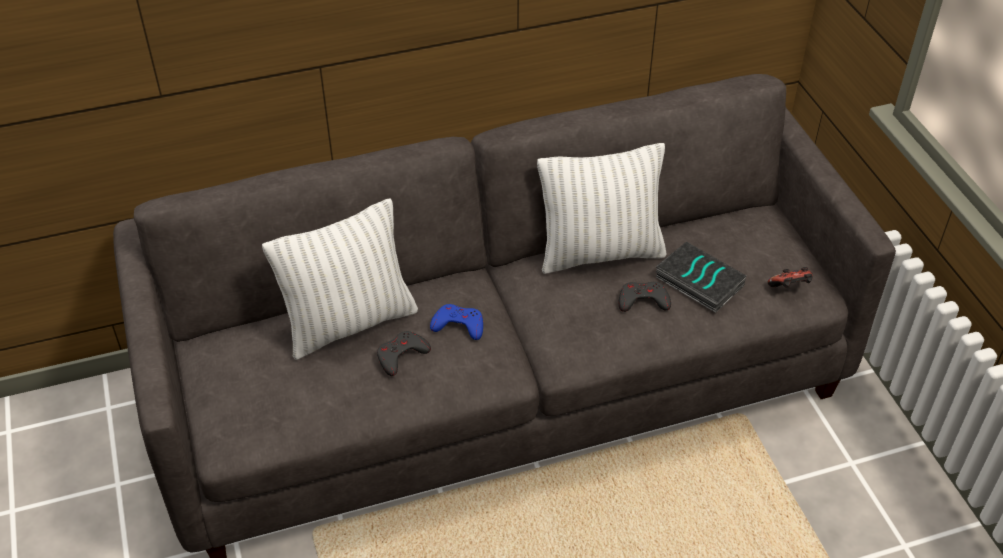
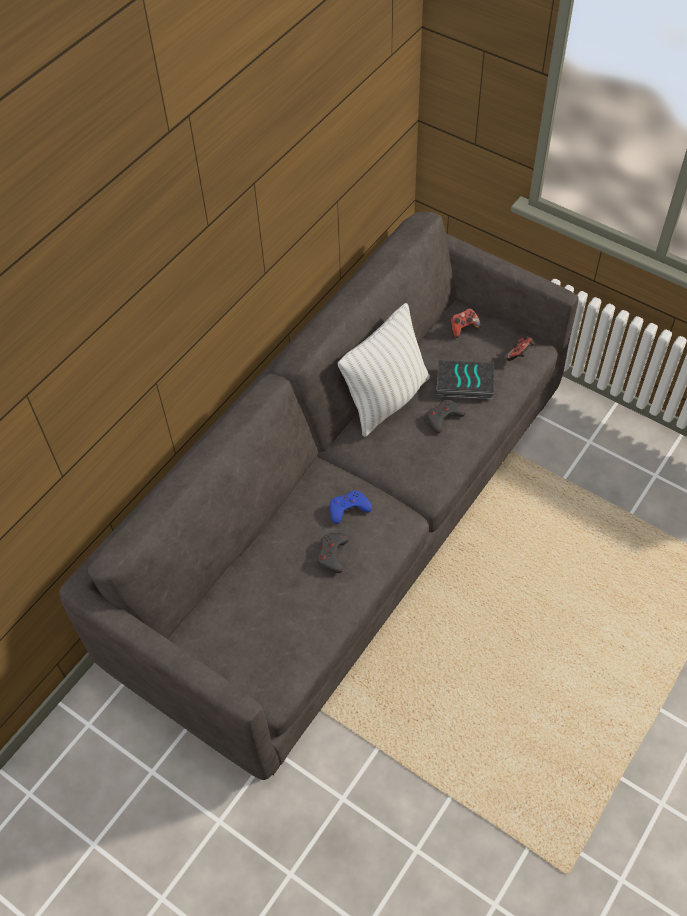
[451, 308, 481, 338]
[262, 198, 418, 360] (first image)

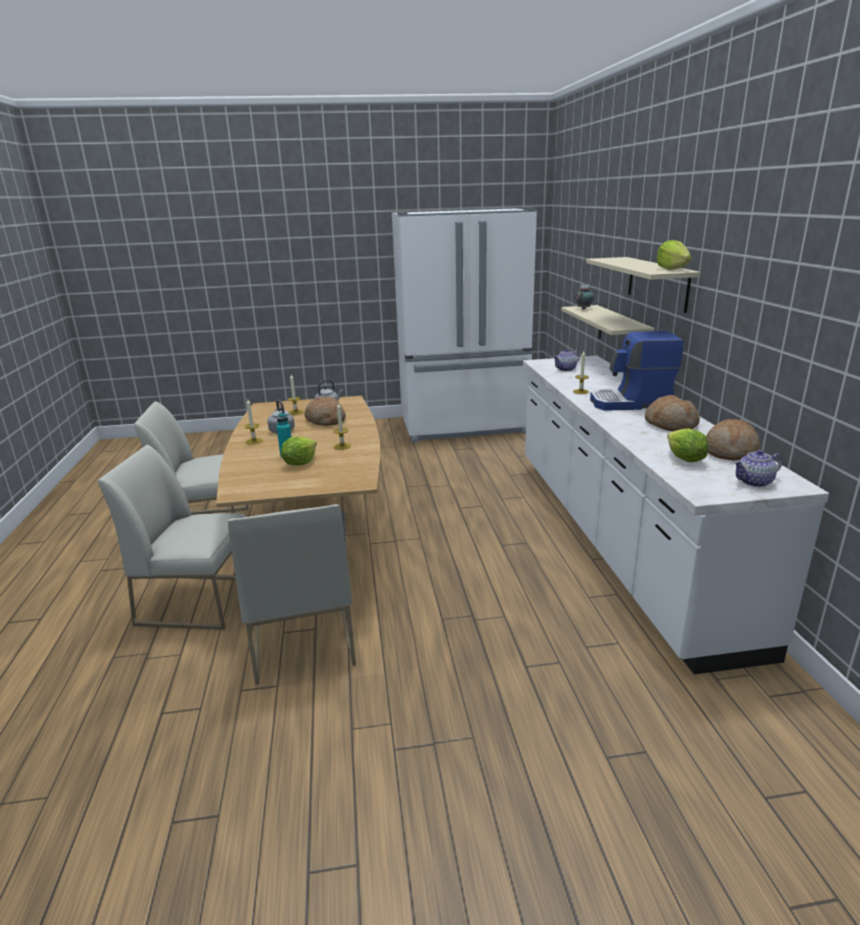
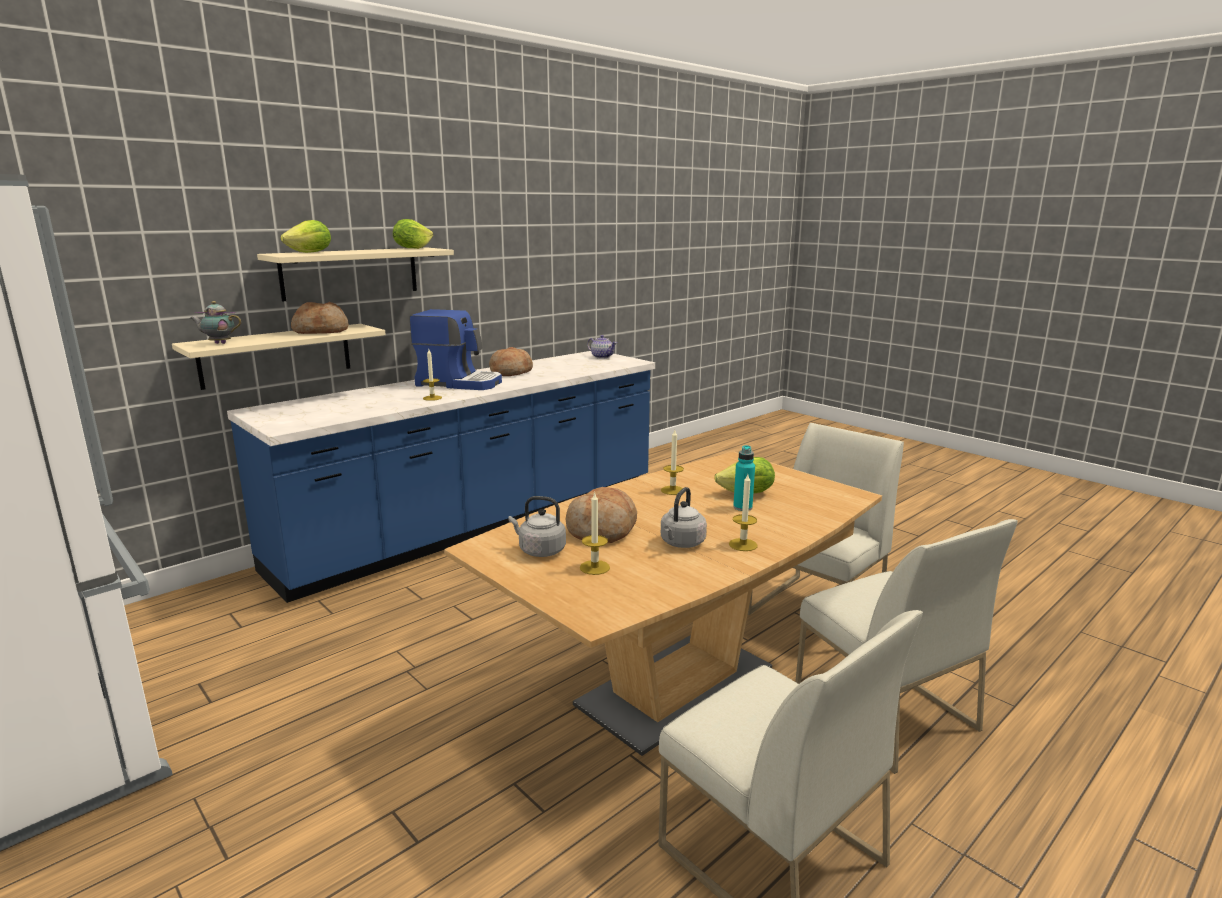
[227, 351, 655, 603]
[281, 220, 331, 253]
[291, 302, 348, 334]
[410, 309, 502, 390]
[553, 349, 580, 371] (first image)

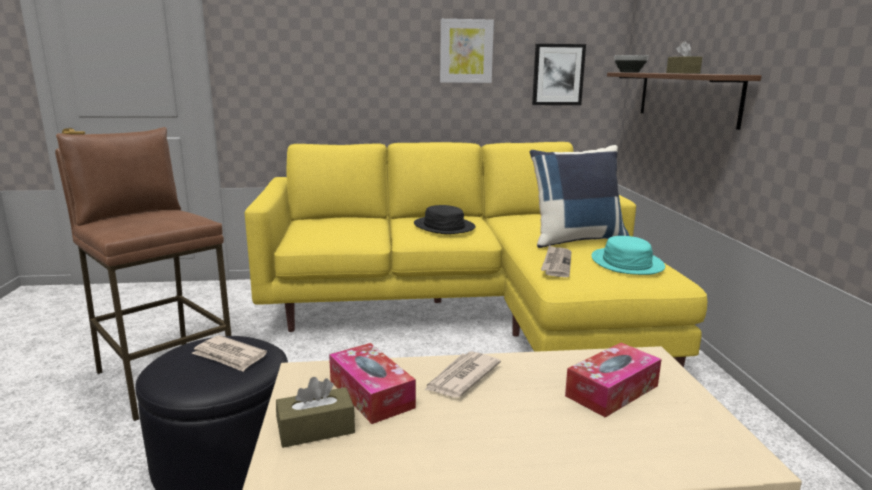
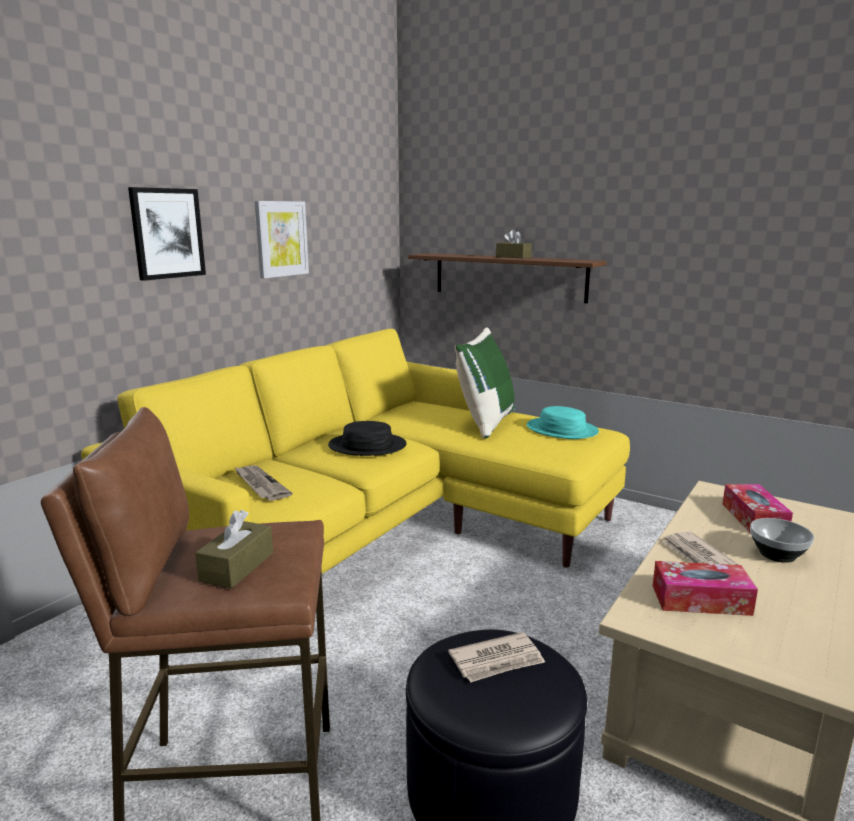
[128, 187, 206, 281]
[195, 510, 273, 589]
[234, 465, 292, 501]
[455, 327, 516, 439]
[750, 518, 814, 563]

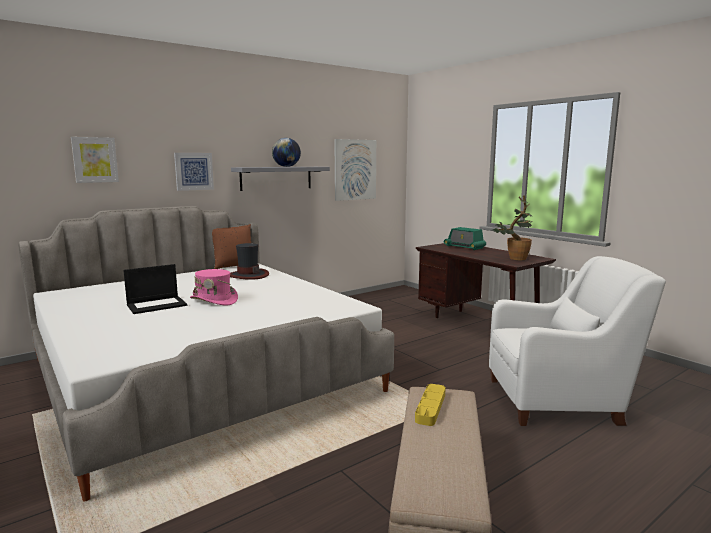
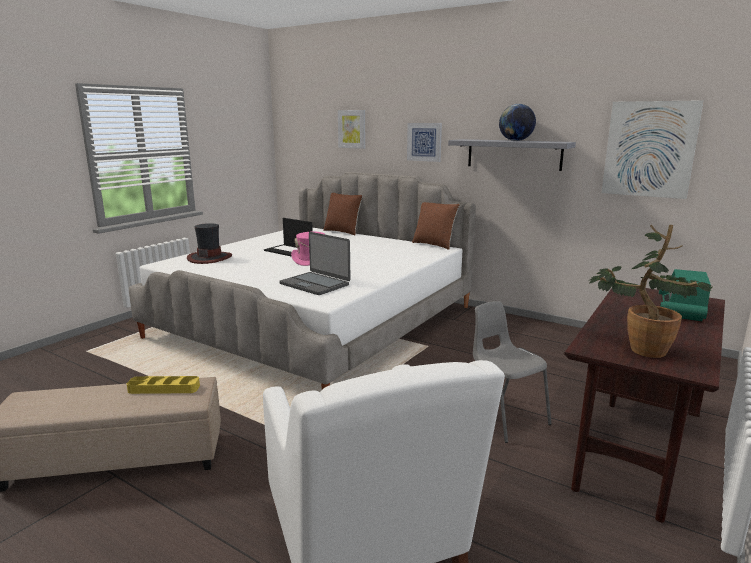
[187, 223, 232, 264]
[280, 232, 351, 295]
[323, 193, 362, 236]
[473, 301, 551, 443]

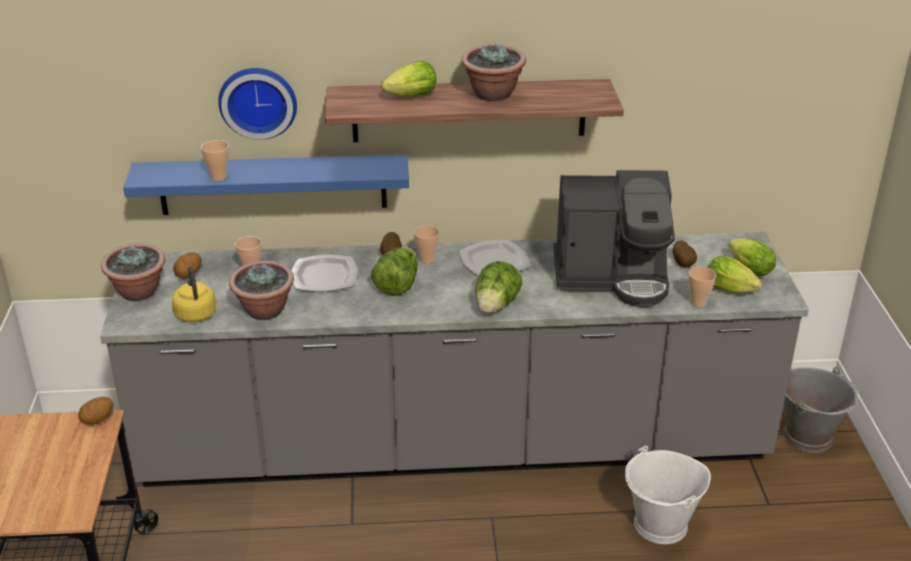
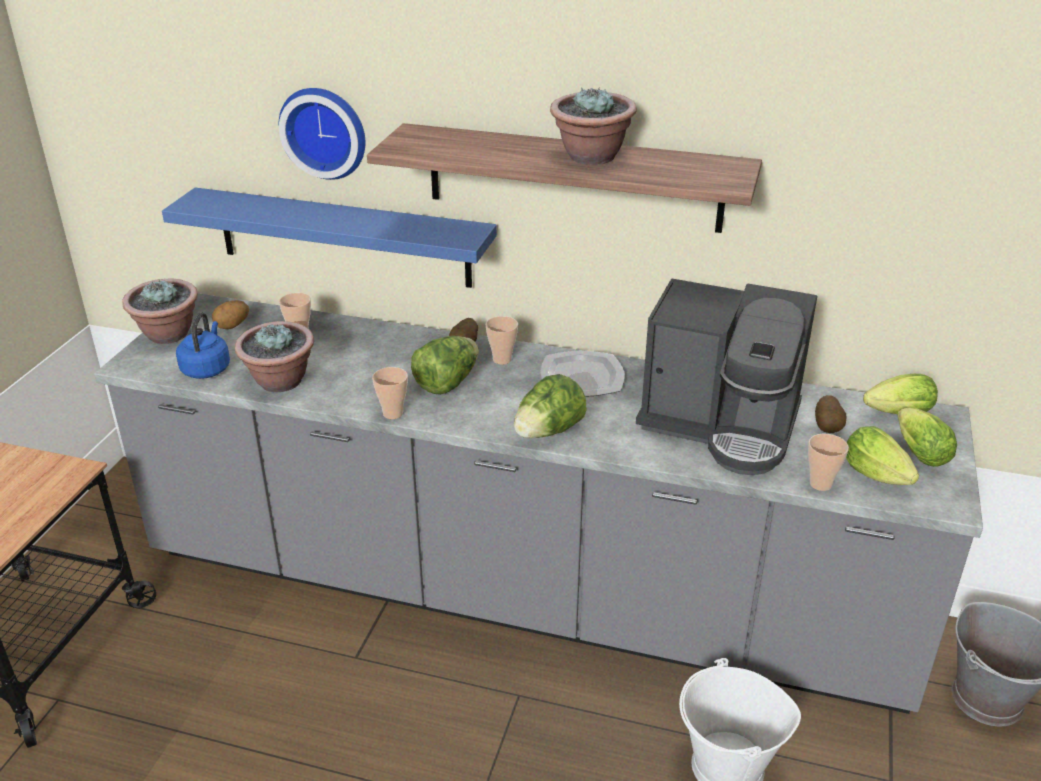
[176, 312, 230, 379]
[372, 367, 408, 419]
[863, 374, 938, 414]
[78, 396, 114, 425] (first image)
[291, 255, 358, 292] (first image)

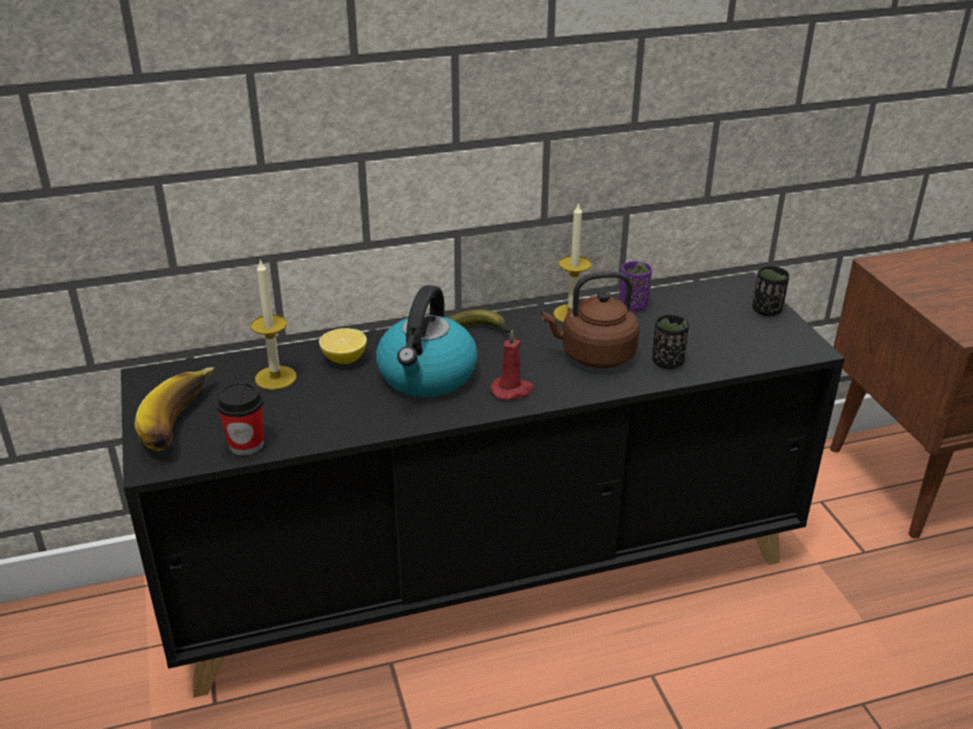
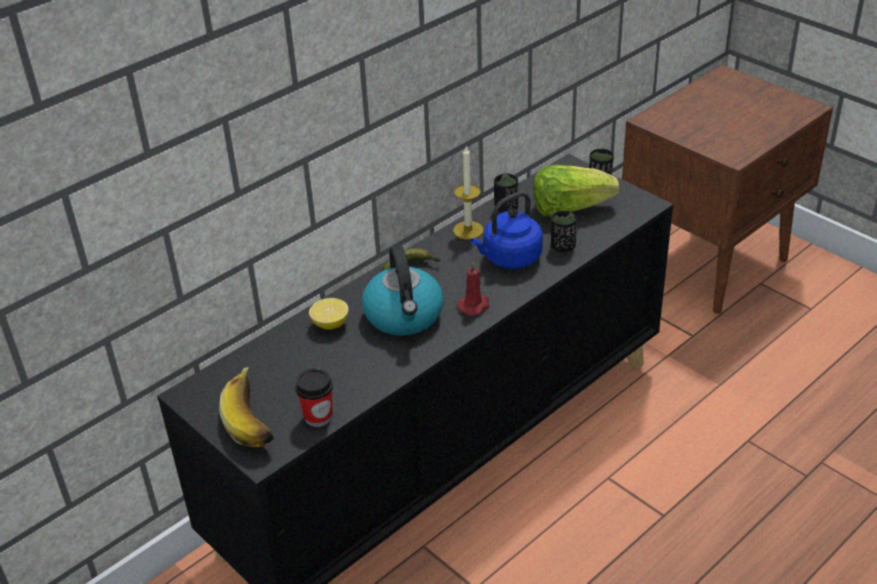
[470, 192, 543, 269]
[494, 173, 518, 213]
[533, 165, 619, 217]
[251, 259, 297, 390] (first image)

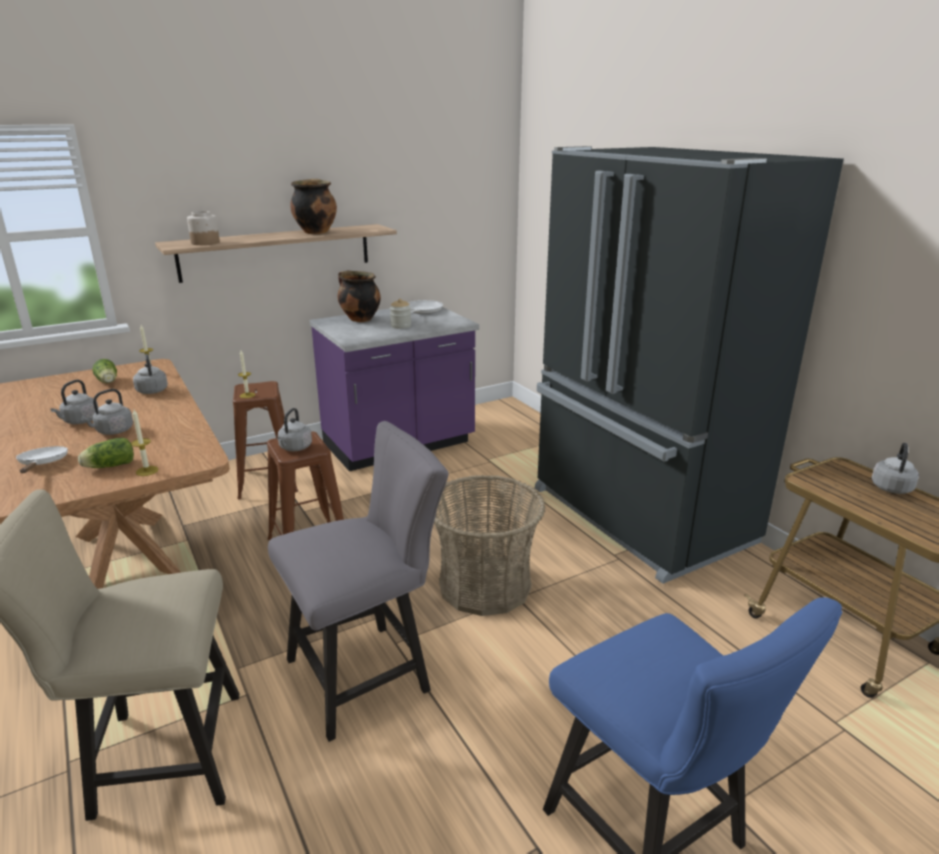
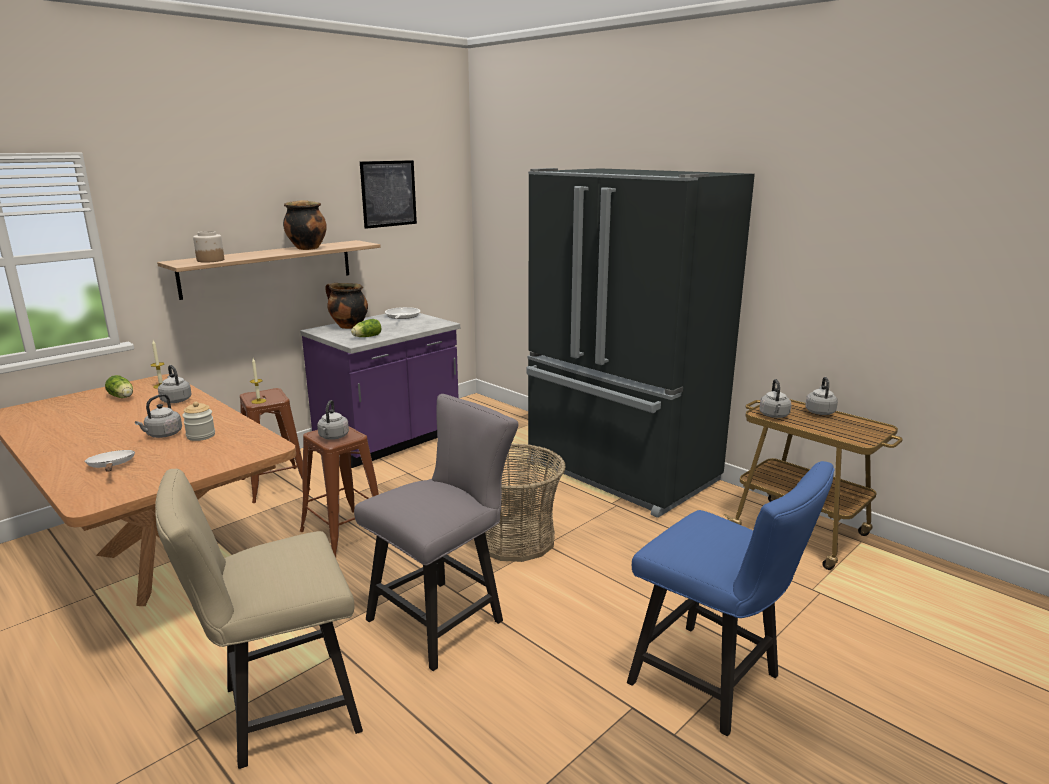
[182, 402, 215, 441]
[351, 319, 381, 337]
[360, 160, 417, 229]
[760, 379, 791, 418]
[131, 410, 158, 476] (first image)

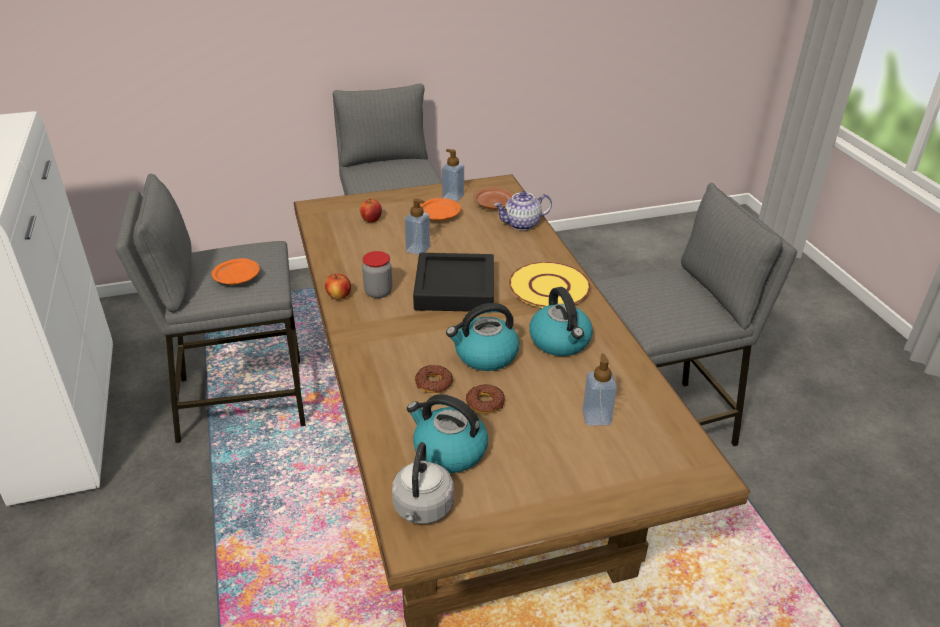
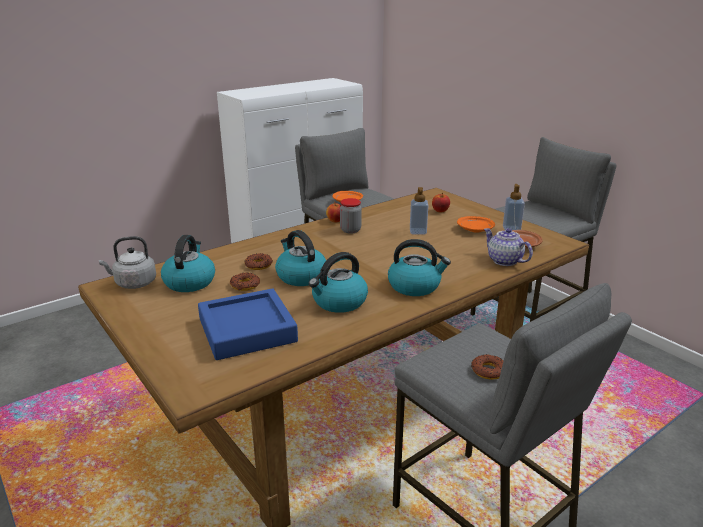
[198, 289, 298, 360]
[388, 239, 451, 296]
[471, 354, 503, 380]
[413, 253, 494, 311] (first image)

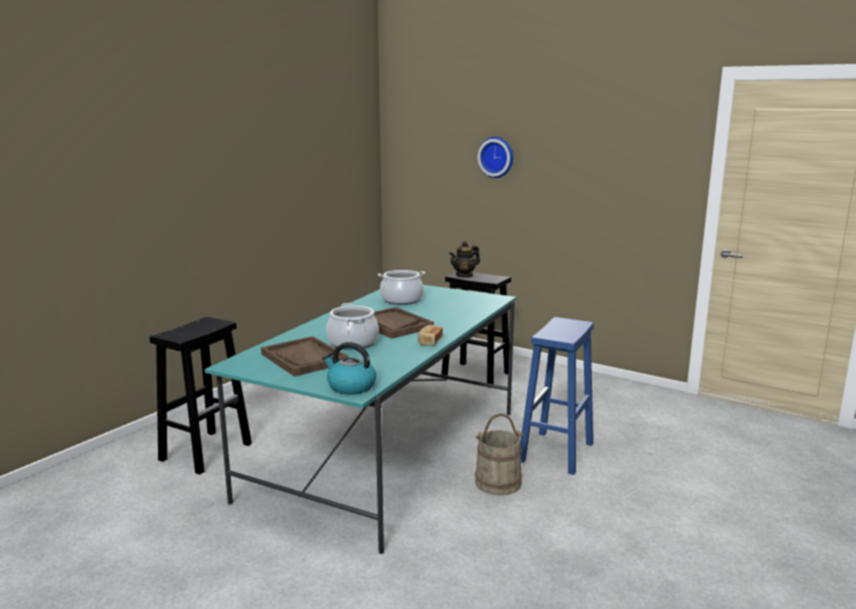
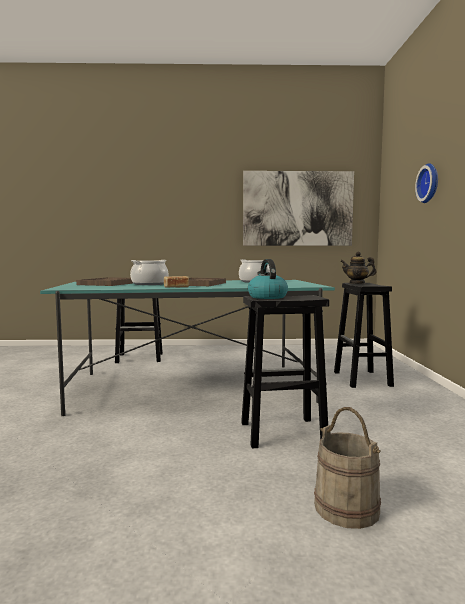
[241, 295, 329, 448]
[243, 171, 354, 246]
[248, 259, 288, 299]
[314, 407, 381, 529]

